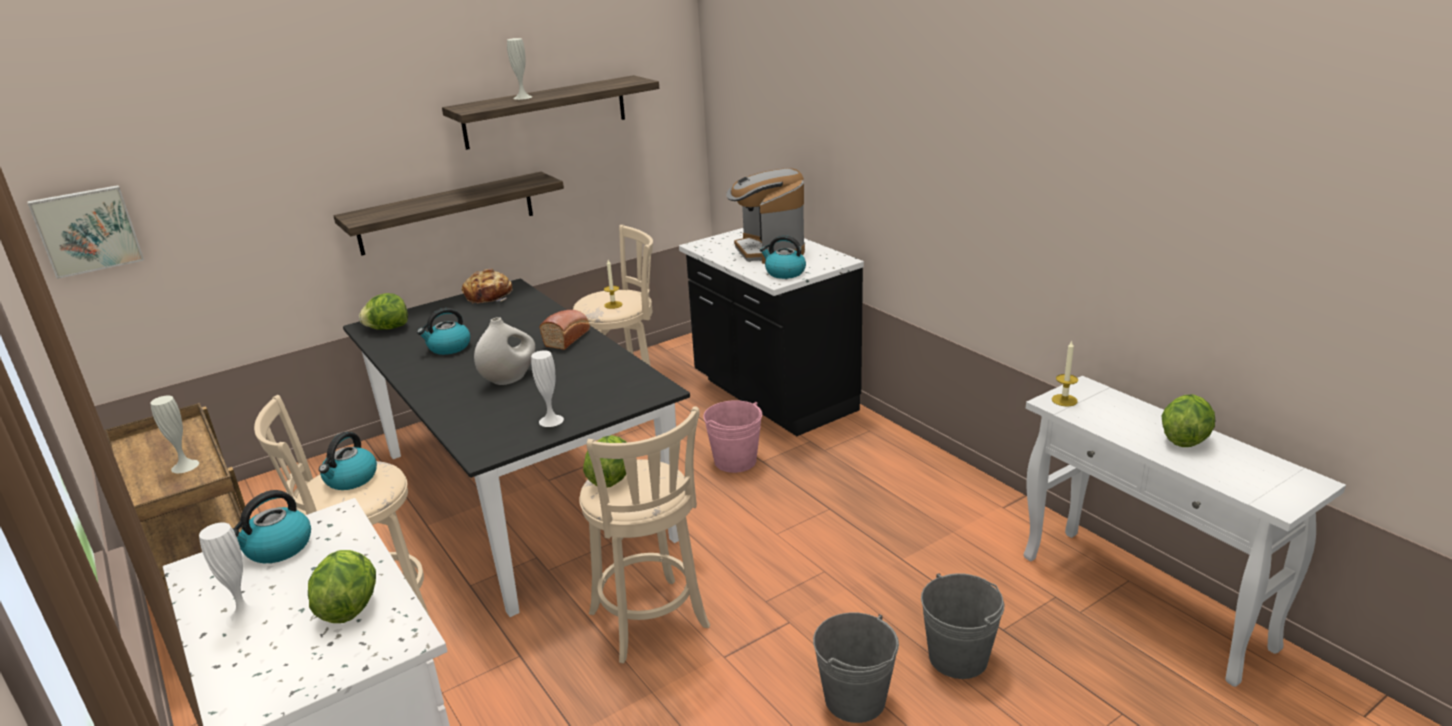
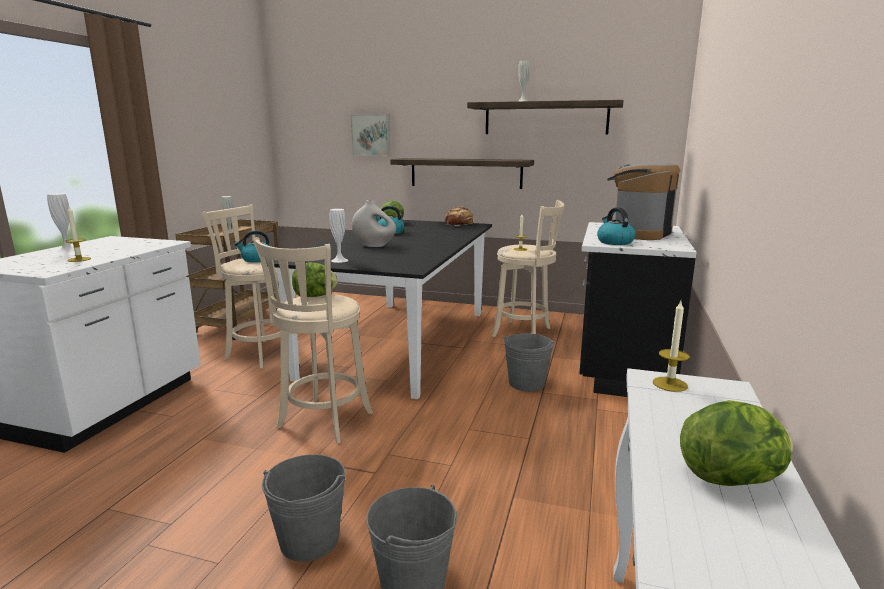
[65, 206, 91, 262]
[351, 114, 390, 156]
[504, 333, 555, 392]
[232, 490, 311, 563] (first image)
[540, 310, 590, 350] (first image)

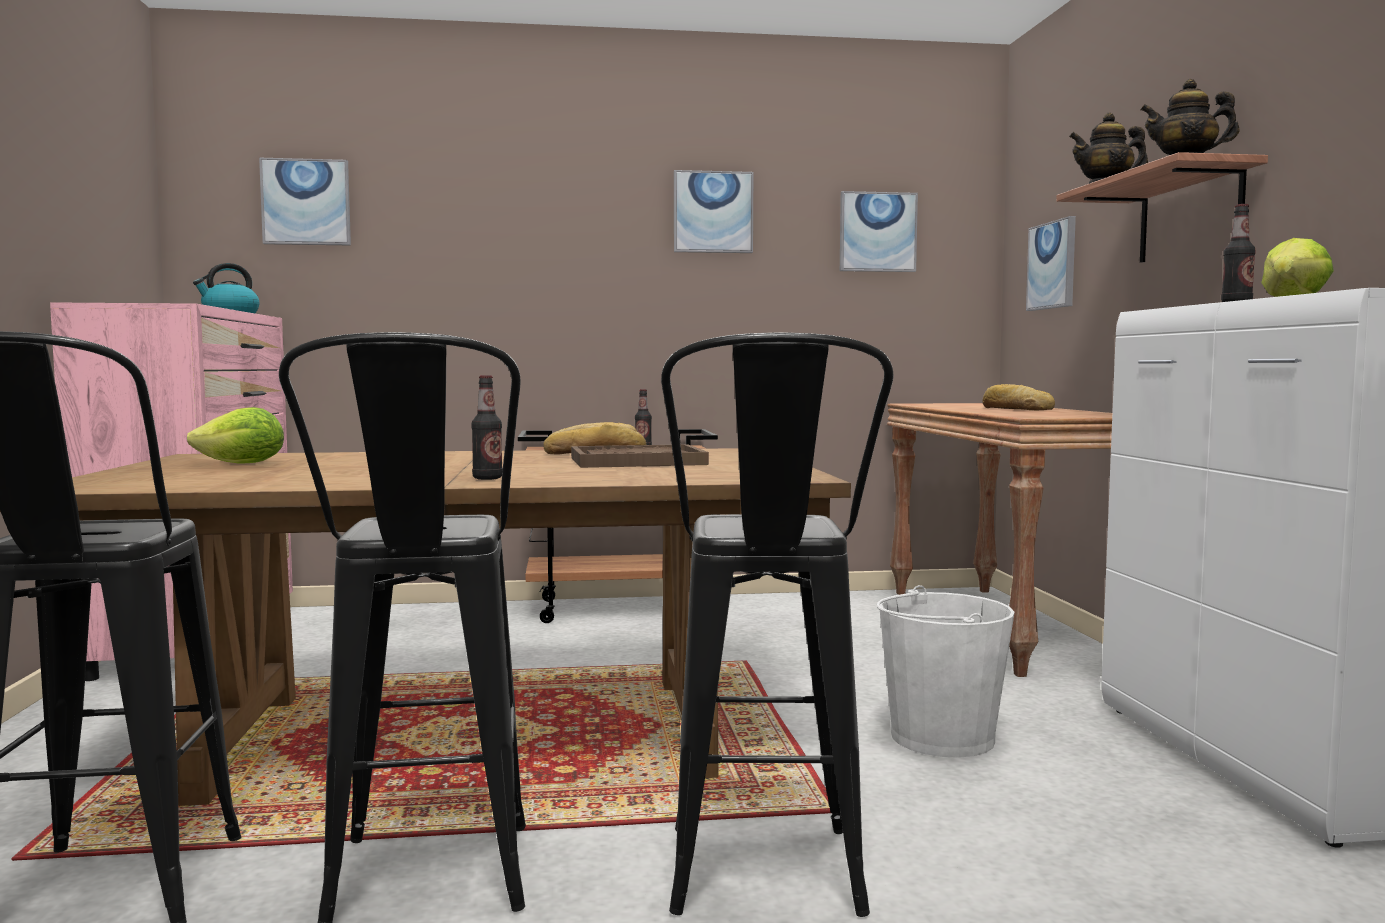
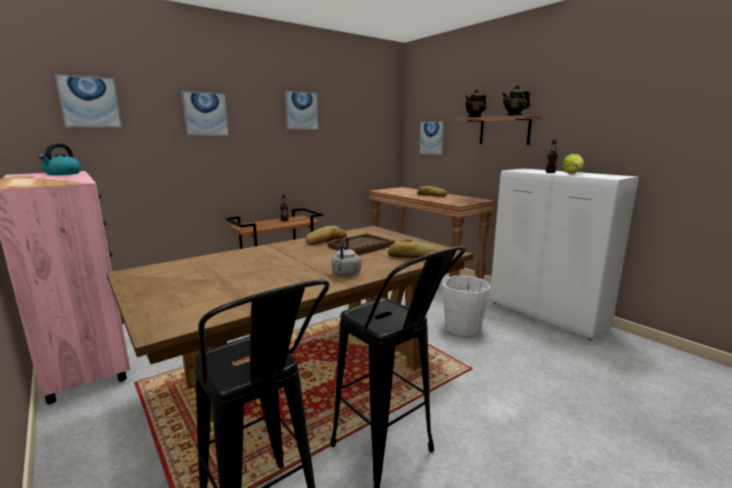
[181, 91, 229, 136]
[331, 237, 361, 276]
[388, 240, 440, 258]
[187, 407, 284, 464] (first image)
[661, 332, 893, 917] (first image)

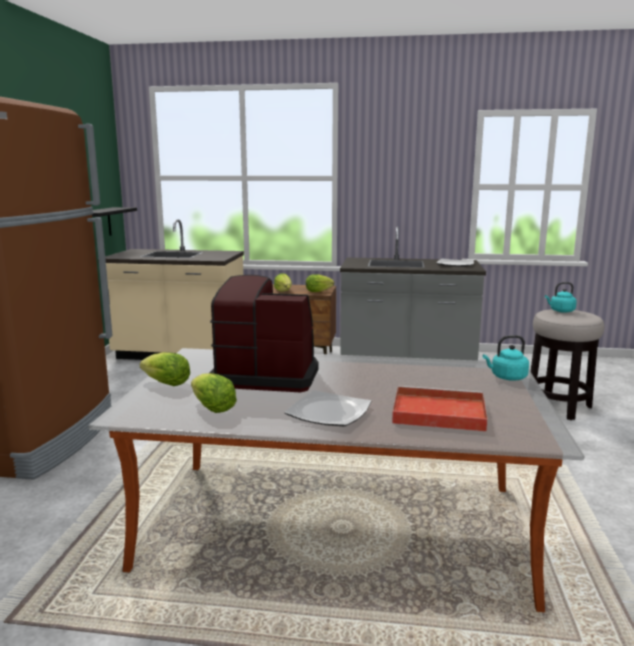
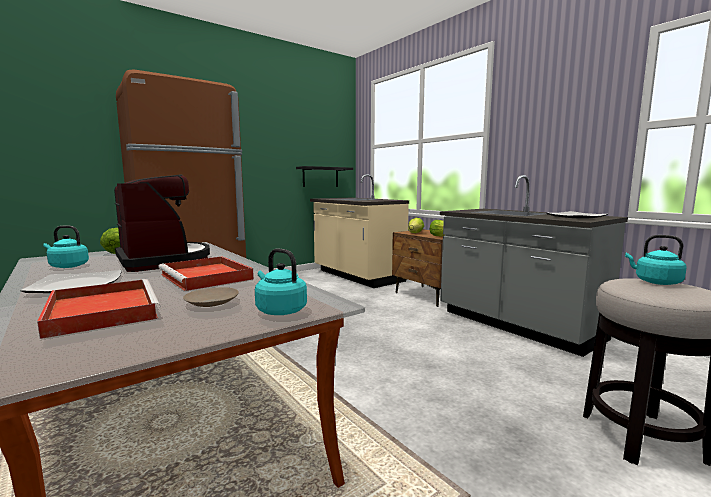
[43, 225, 89, 268]
[158, 256, 254, 291]
[183, 287, 239, 307]

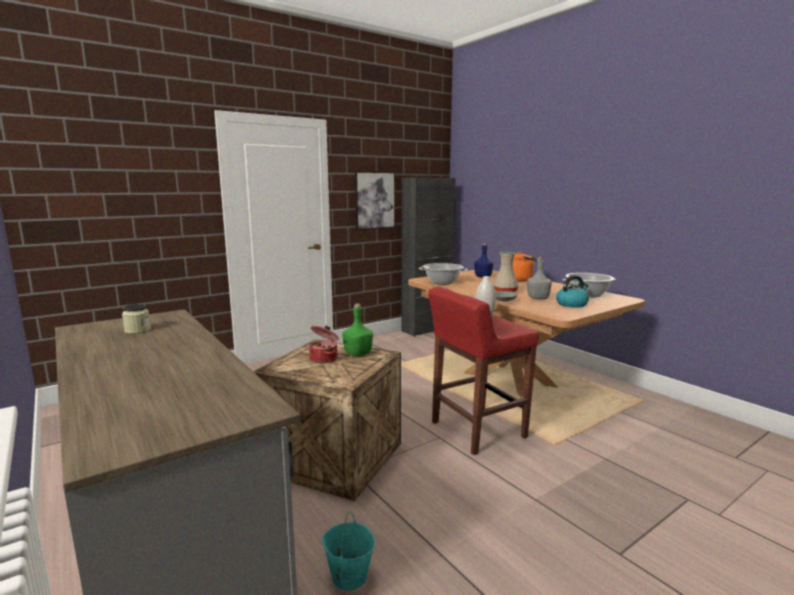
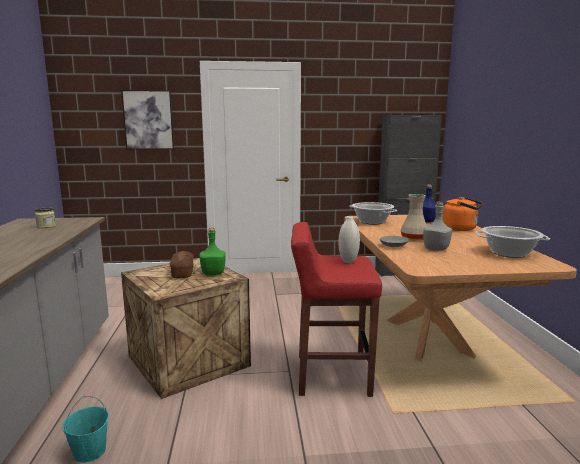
[121, 90, 174, 149]
[170, 251, 194, 278]
[556, 275, 589, 308] (first image)

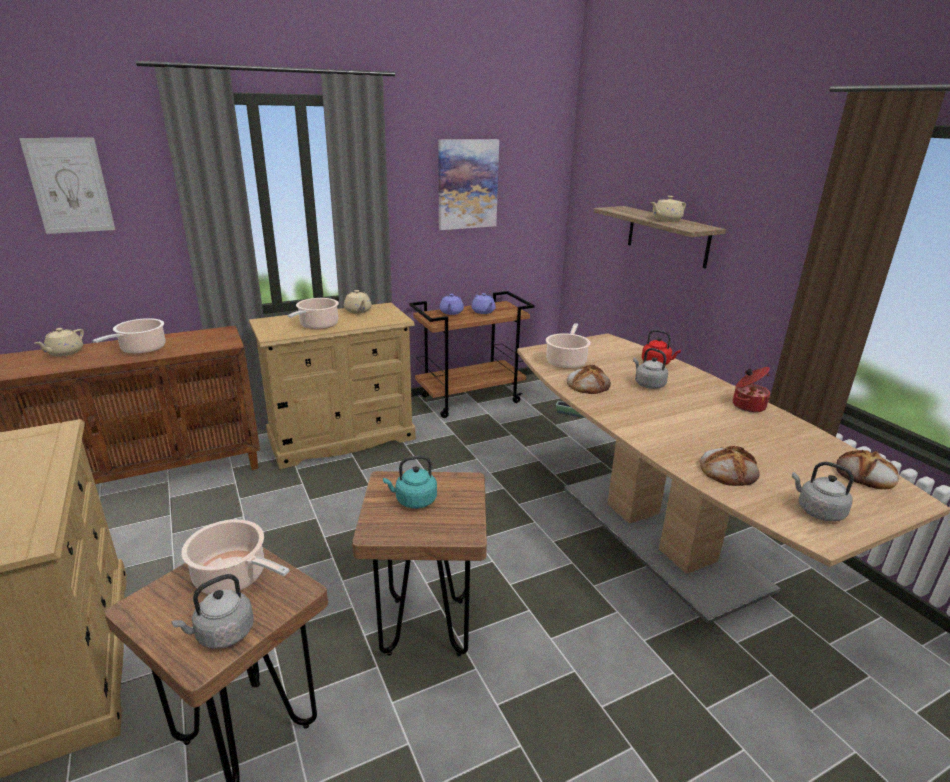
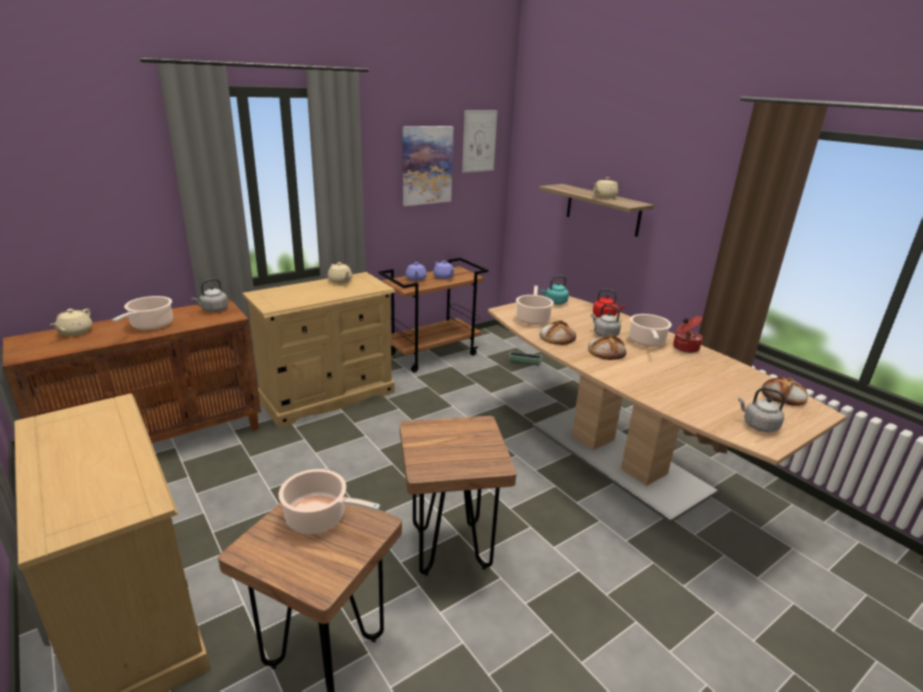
[191, 278, 228, 312]
[462, 110, 497, 173]
[541, 276, 569, 305]
[588, 335, 627, 360]
[629, 314, 672, 347]

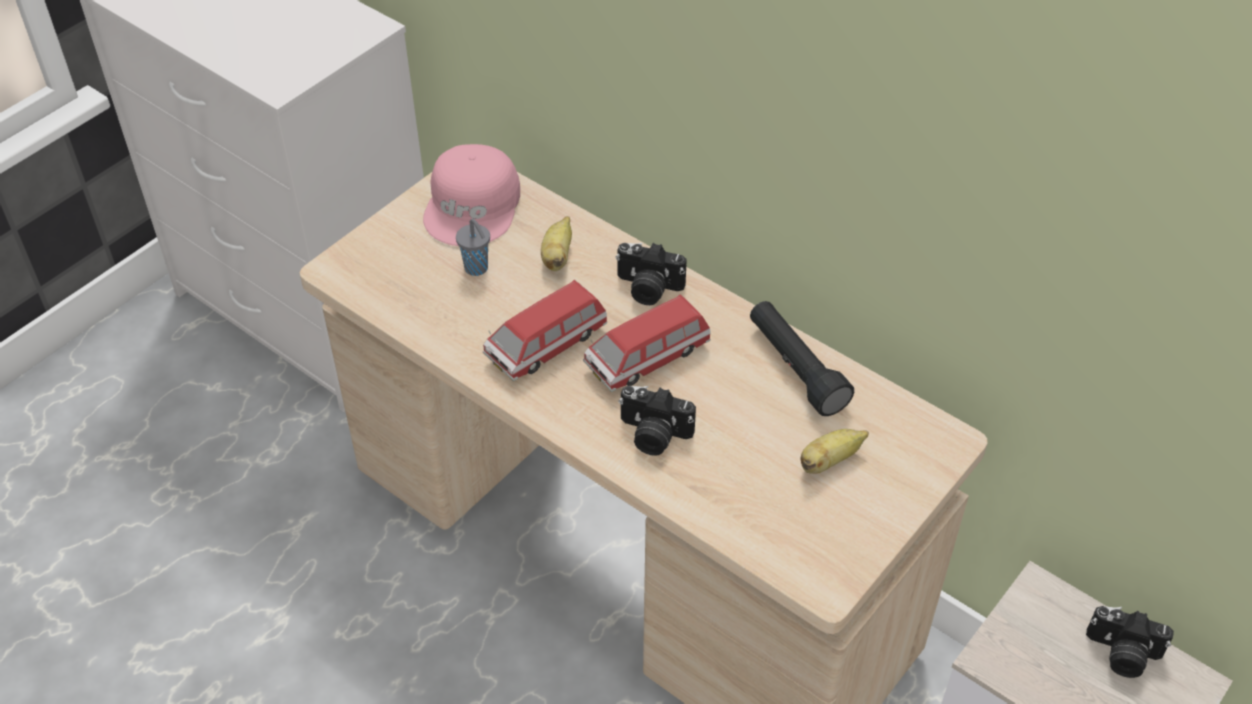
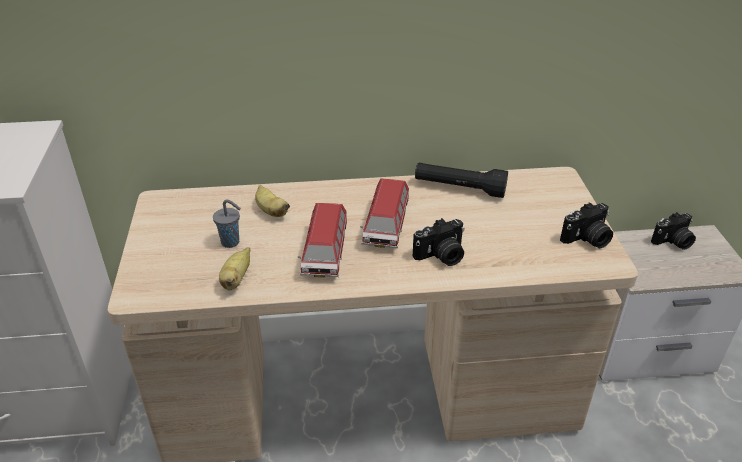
[219, 247, 250, 290]
[560, 202, 613, 248]
[423, 144, 520, 246] (first image)

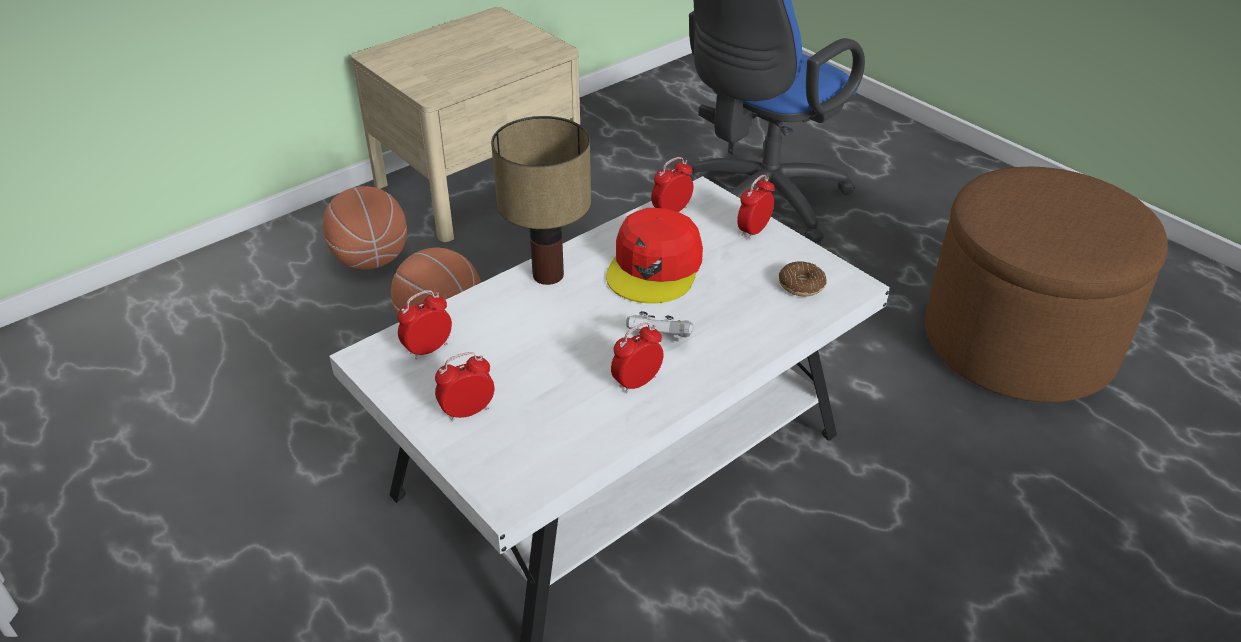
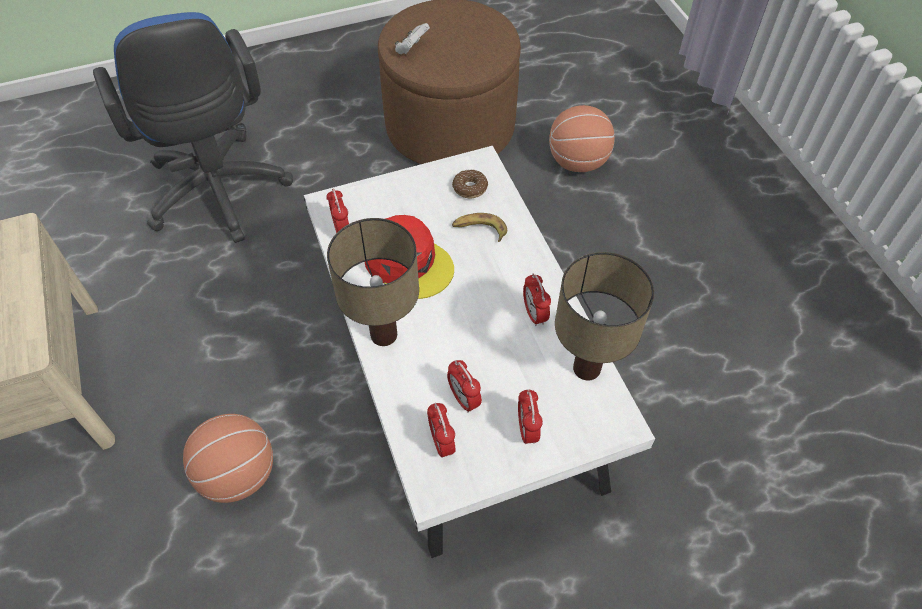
[395, 23, 430, 54]
[447, 360, 482, 413]
[452, 213, 507, 242]
[549, 105, 615, 172]
[555, 252, 654, 380]

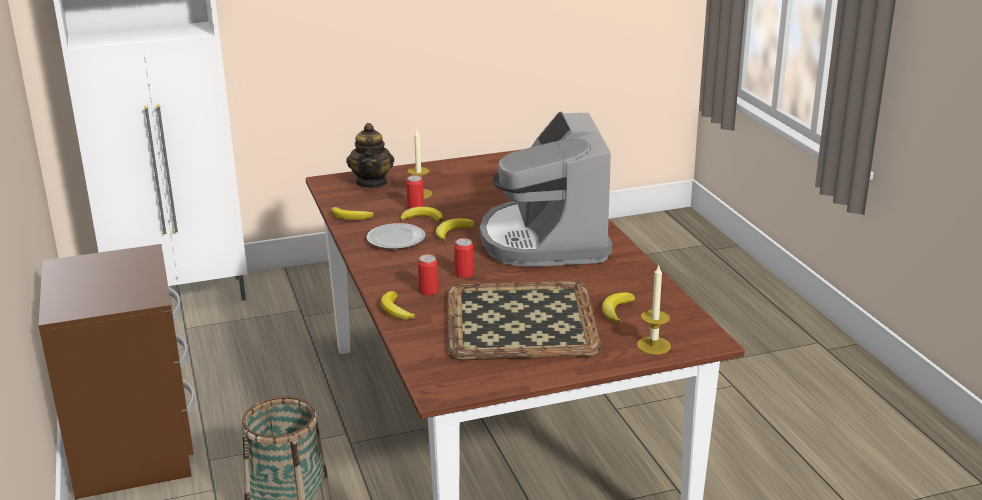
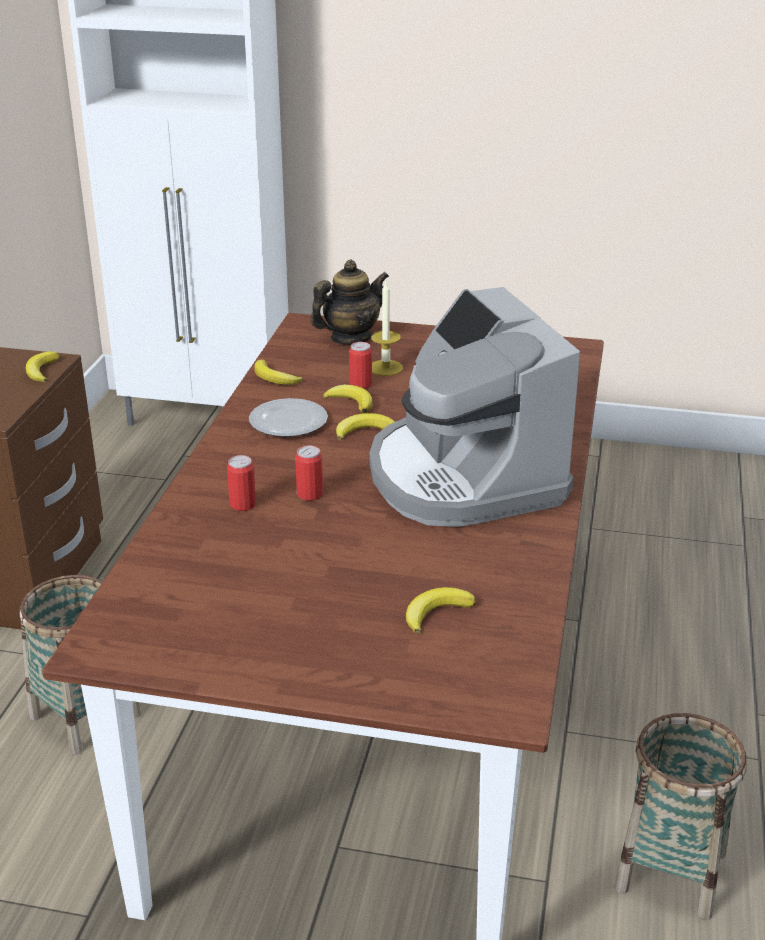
[26, 351, 59, 382]
[310, 259, 389, 345]
[370, 287, 580, 527]
[615, 713, 747, 920]
[447, 281, 602, 360] (first image)
[637, 264, 671, 355] (first image)

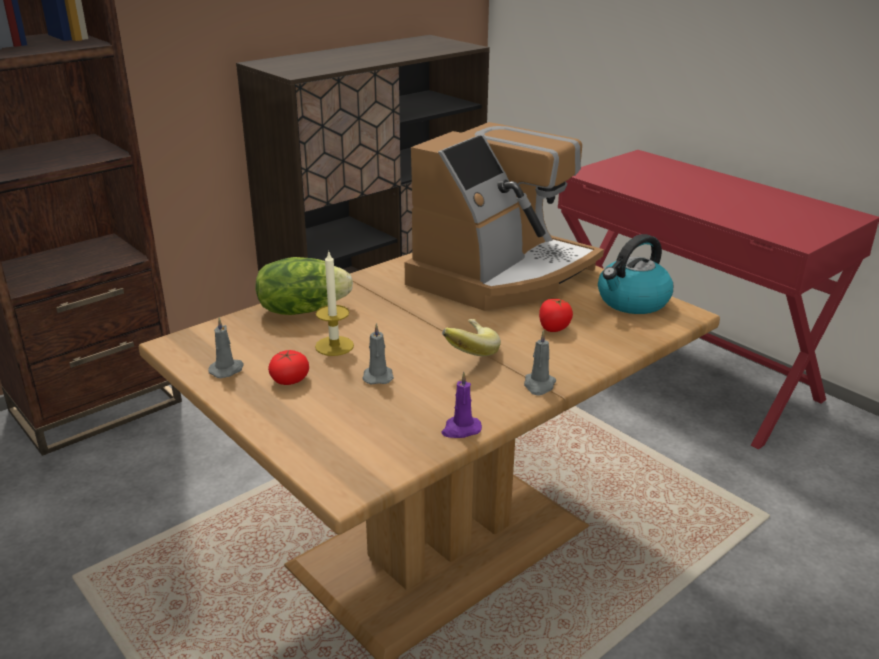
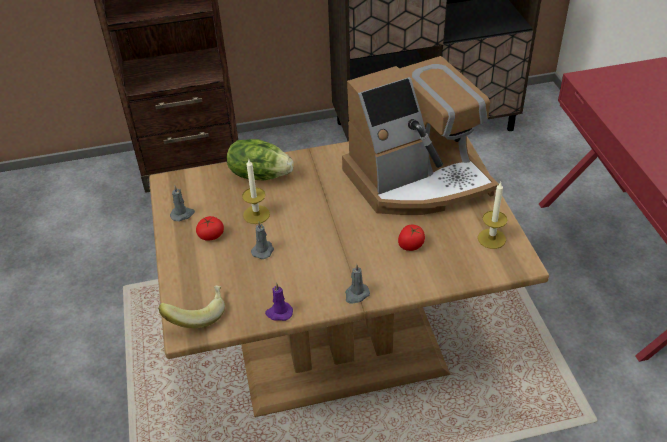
[158, 286, 225, 328]
[478, 182, 507, 249]

